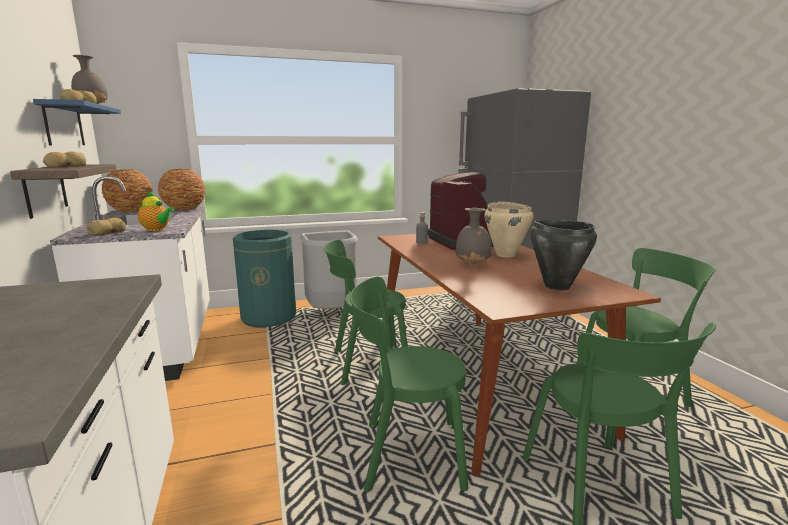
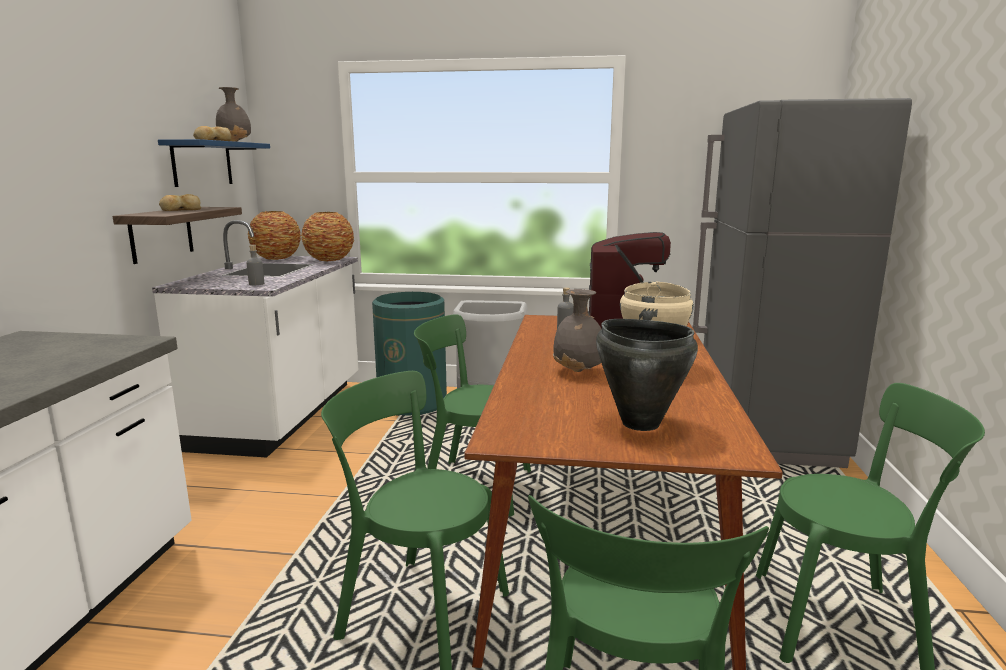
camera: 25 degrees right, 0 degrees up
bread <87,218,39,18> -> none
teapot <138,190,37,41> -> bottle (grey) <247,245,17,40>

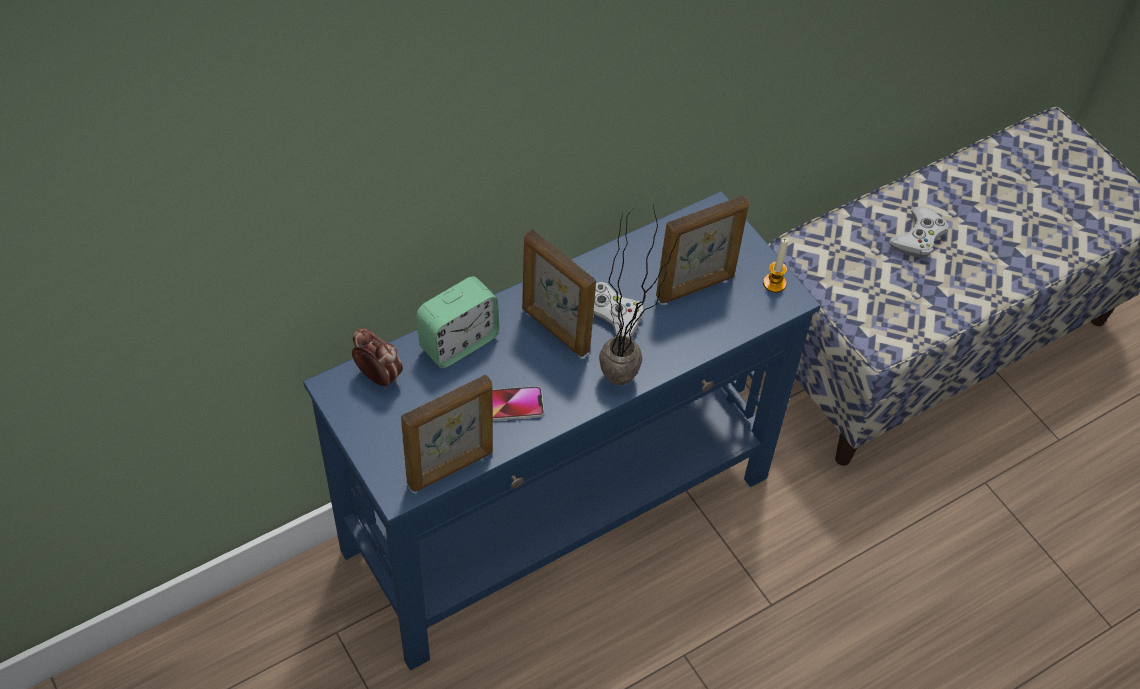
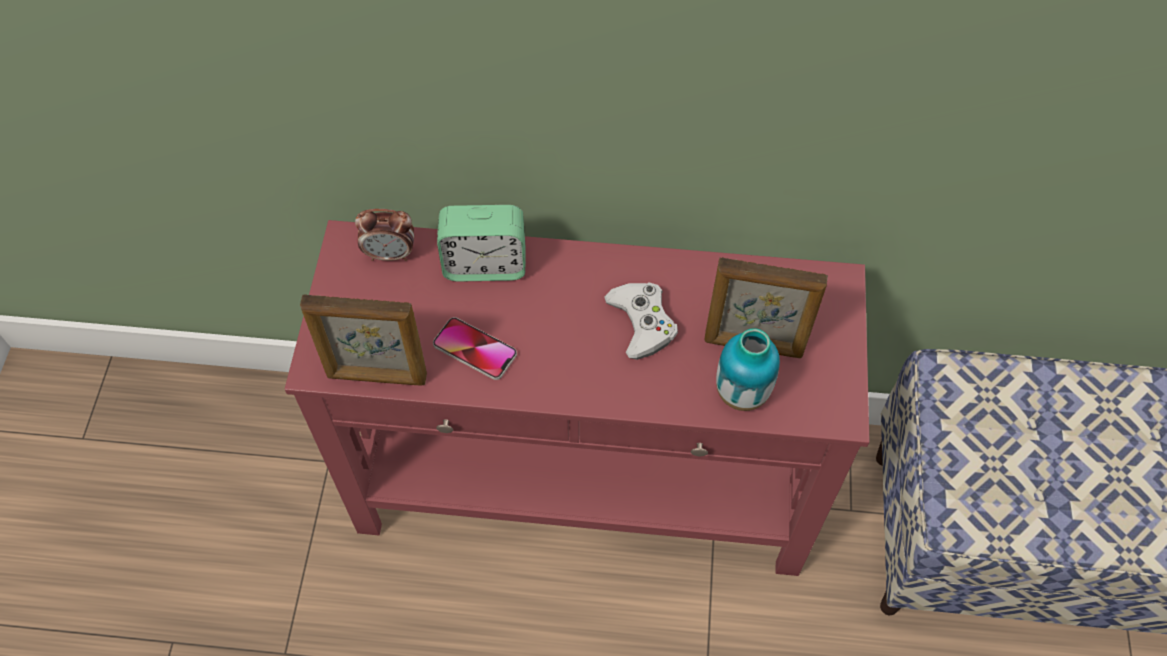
camera: 40 degrees right, 5 degrees up
picture frame <522,229,74,128> -> none
potted plant <599,205,87,180> -> none
candle <763,238,25,55> -> none
game controller (white) <889,206,60,52> -> none
none -> vase <716,328,64,83>
console table (blue) <303,191,518,480> -> console table (red) <285,220,585,356>
alarm clock <352,328,51,61> -> alarm clock <355,209,59,52>, 105 degrees clockwise

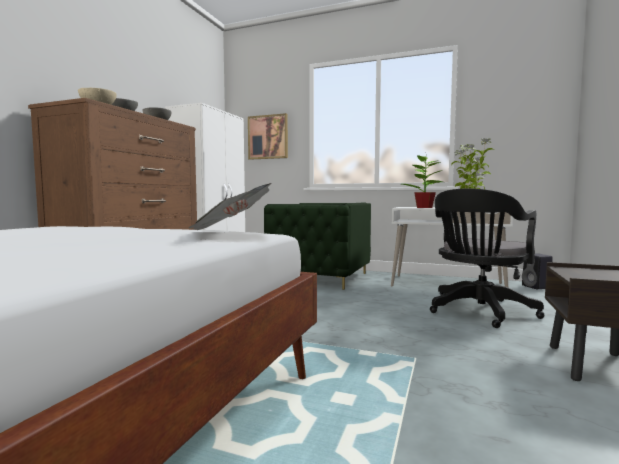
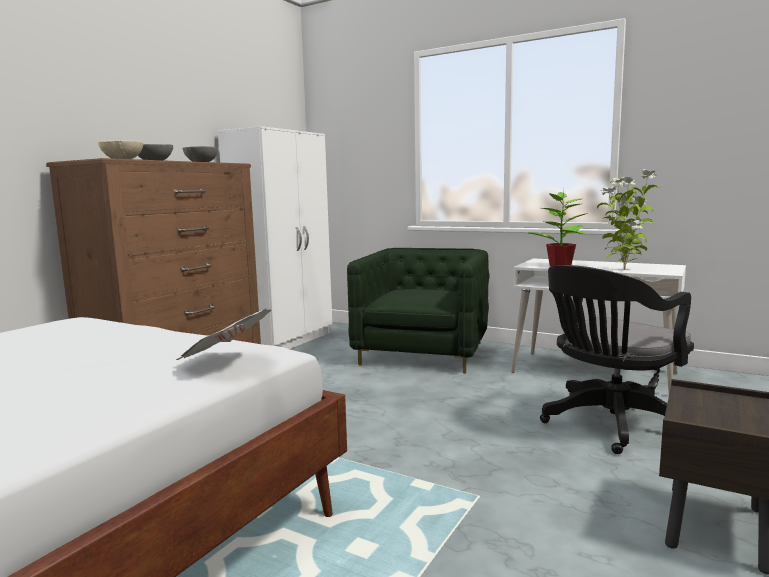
camera: 10 degrees right, 5 degrees up
picture <248,113,40,47> -> none
speaker (black) <522,254,31,35> -> none
armchair (green) <264,202,107,88> -> armchair (green) <347,248,143,125>, 105 degrees counterclockwise

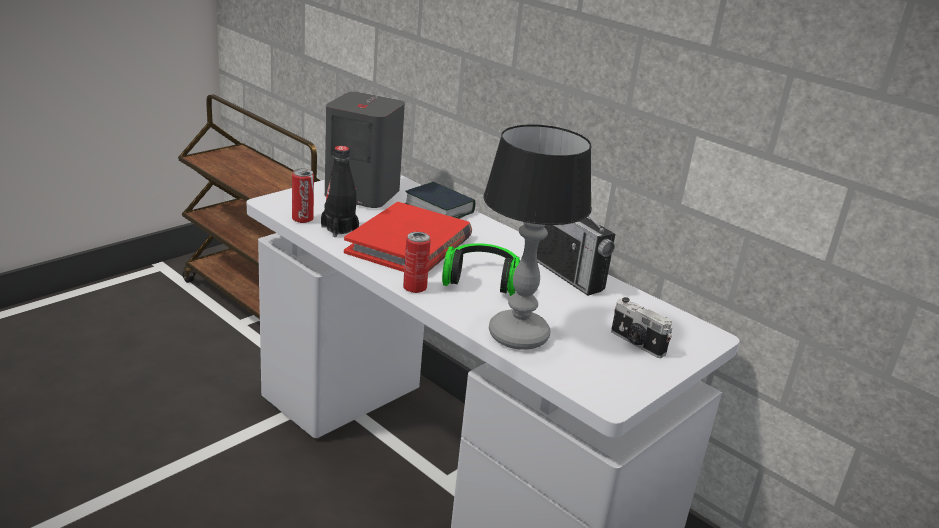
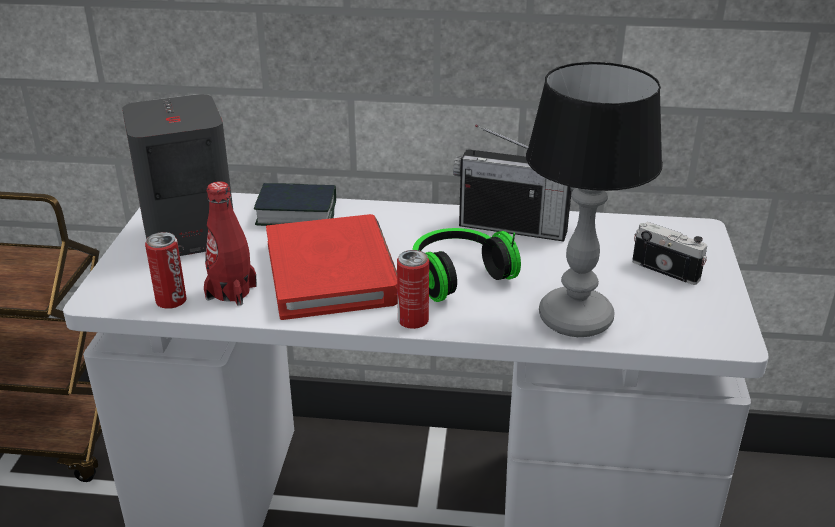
camera: 35 degrees left, 5 degrees up
bottle (black) <321,146,38,91> -> bottle (red) <204,181,53,125>
photo camera <611,297,61,61> -> photo camera <632,222,75,63>, 150 degrees counterclockwise

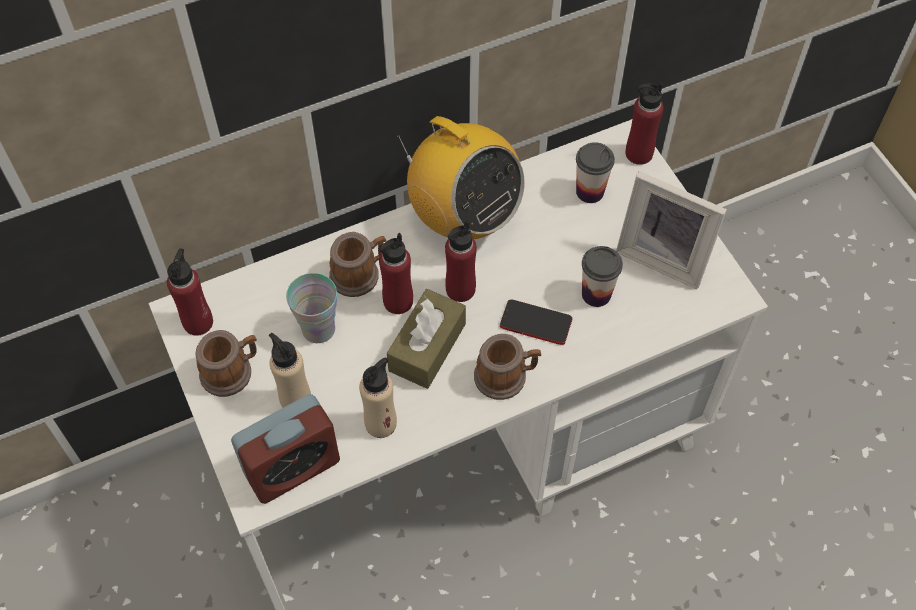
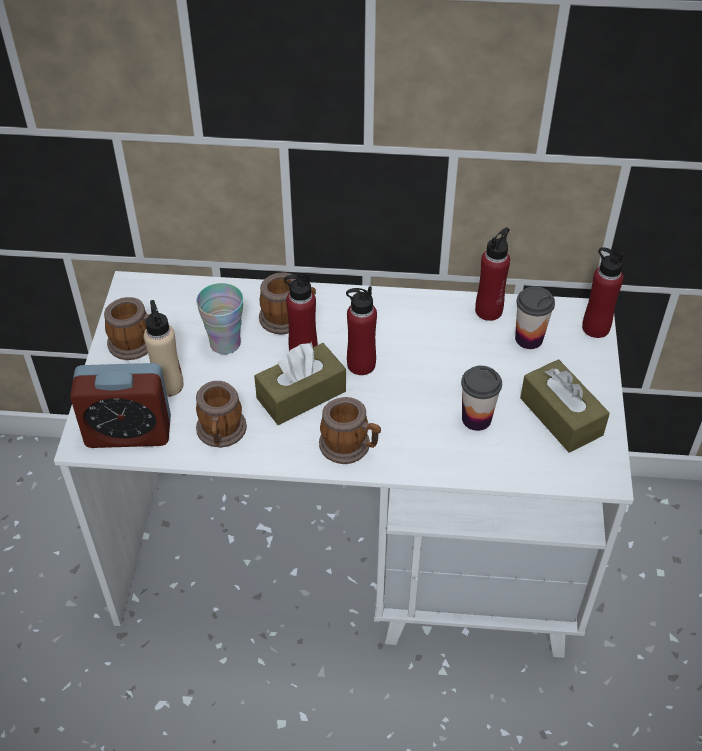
camera: 30 degrees right, 10 degrees down
radio <397,116,128,123> -> none
phone <500,300,73,45> -> none
bottle (red) <167,248,46,88> -> bottle (red) <475,227,35,94>, move
bottle (beige) <359,357,38,81> -> mug <196,381,51,67>
picture frame <616,171,111,118> -> tissue box (brown) <520,359,90,94>

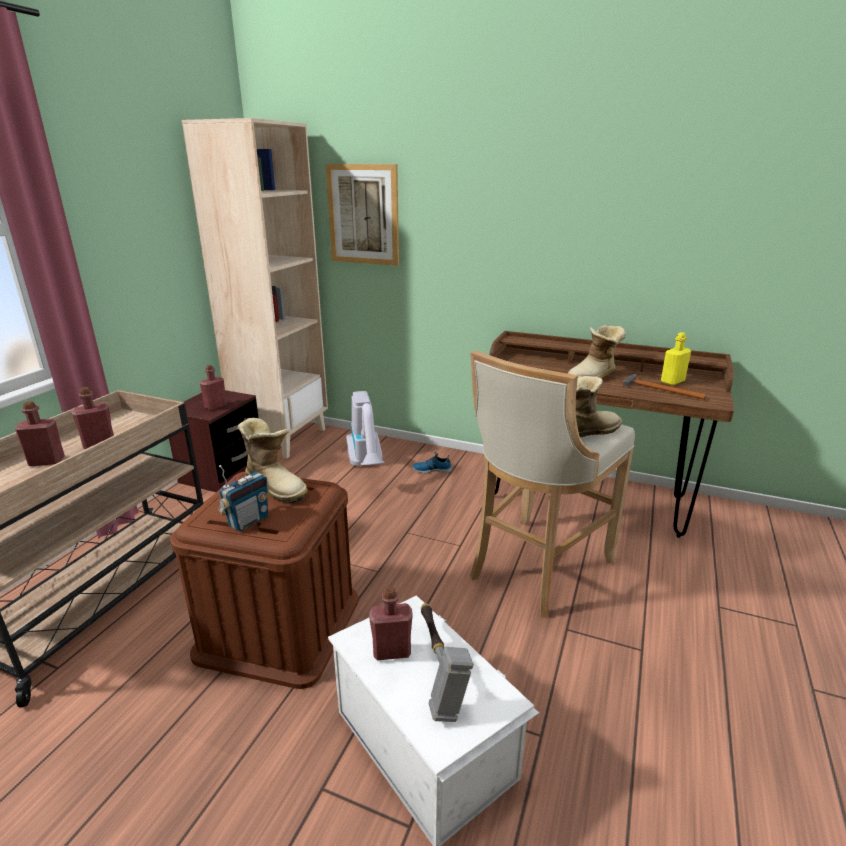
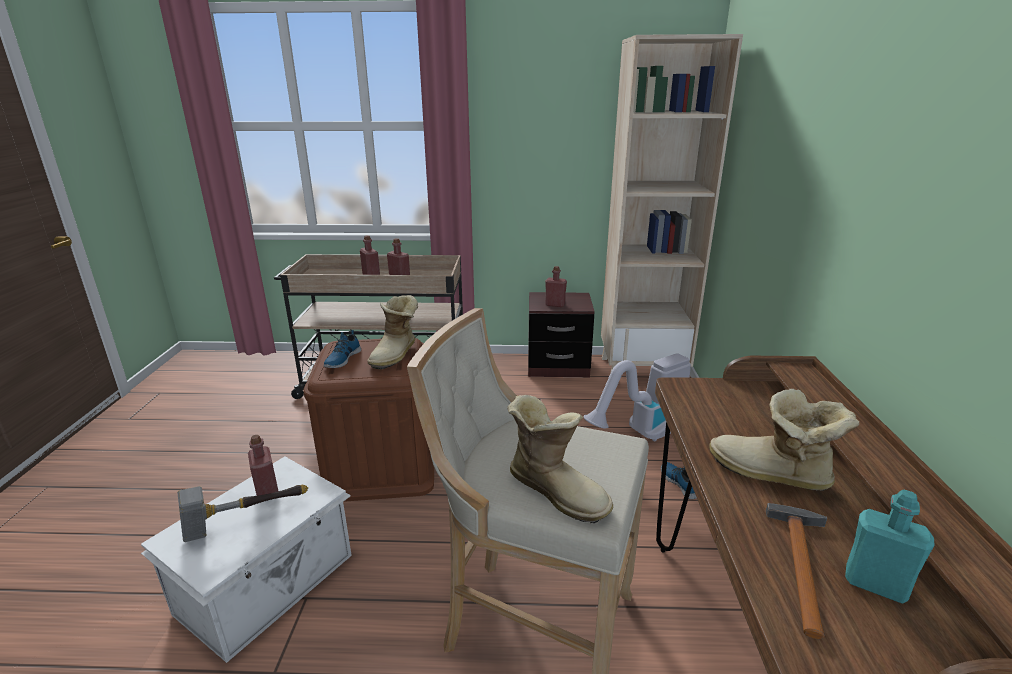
camera: 70 degrees right, 0 degrees up
picture <326,164,73,102> -> none
radio <218,465,50,66> -> shoe <324,330,37,38>
bottle (yellow) <661,332,30,53> -> bottle (turquoise) <845,490,90,114>

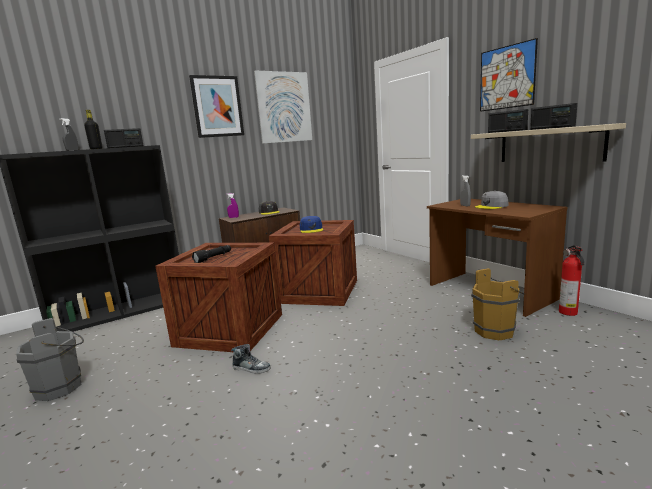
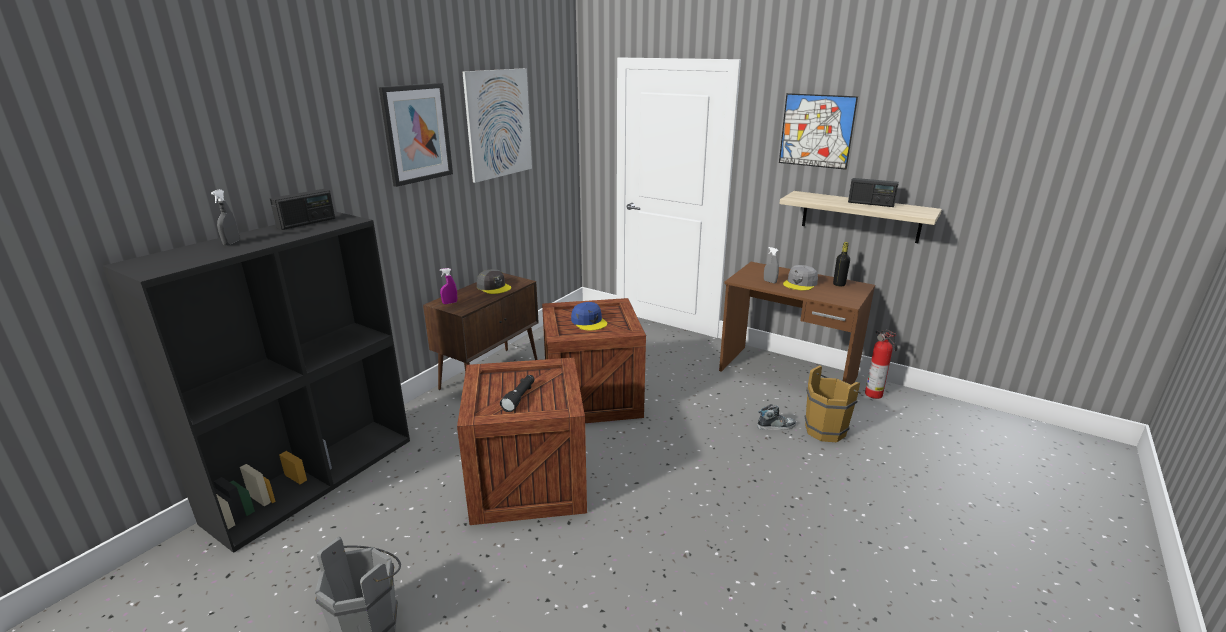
camera: 25 degrees left, 10 degrees up
radio <488,109,40,24> -> none
bottle (black) <84,110,19,39> -> bottle (black) <833,242,17,44>, move
shoe <231,344,40,29> -> shoe <758,404,38,26>, move

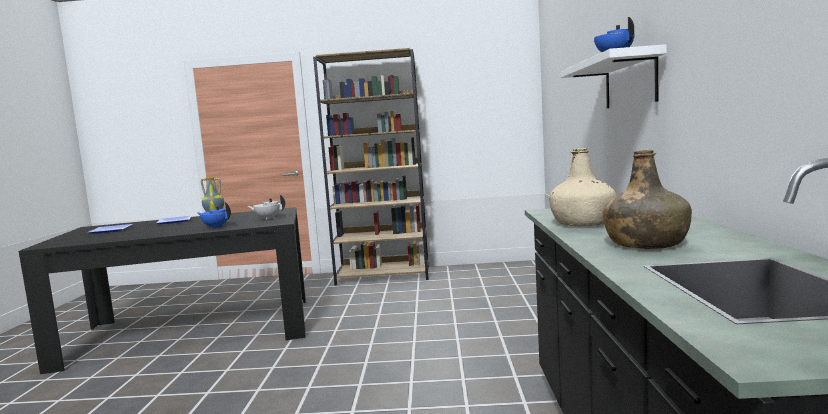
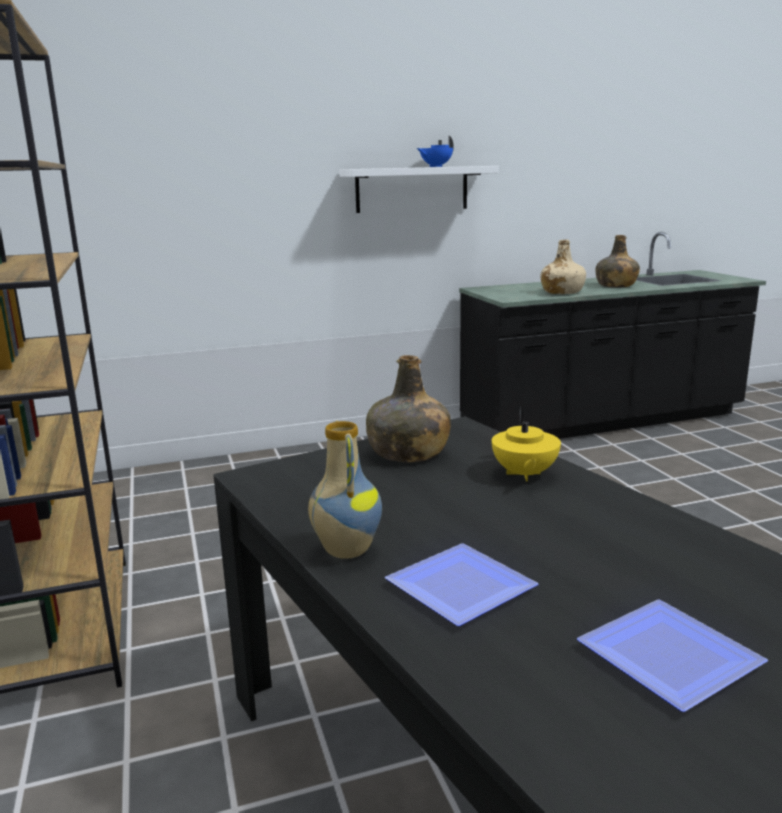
camera: 110 degrees left, 10 degrees up
teapot (white) <247,195,38,25> -> bottle (green) <366,355,85,108>
teapot (blue) <198,202,33,27> -> teapot (yellow) <491,406,70,75>

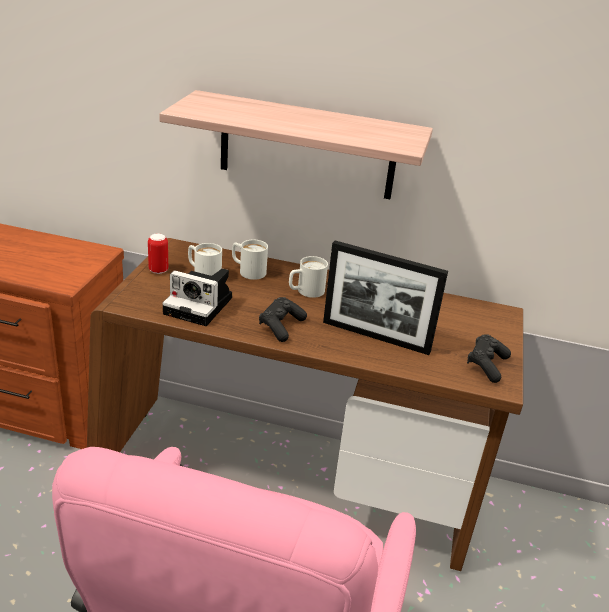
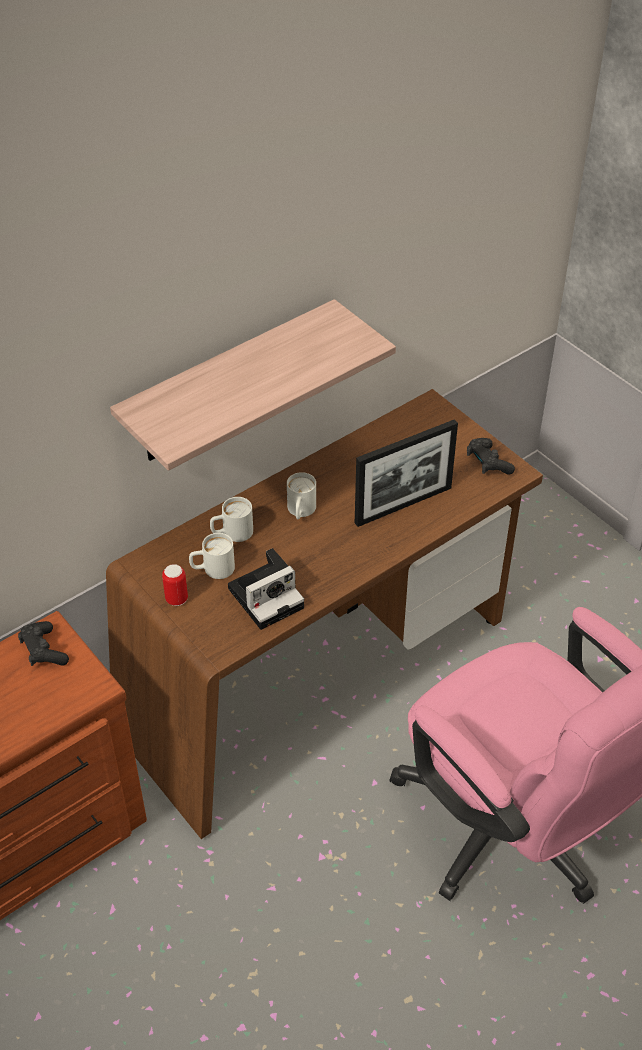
camera: 50 degrees left, 15 degrees up
game controller (black) <259,297,48,45> -> game controller (black) <18,621,51,45>, move

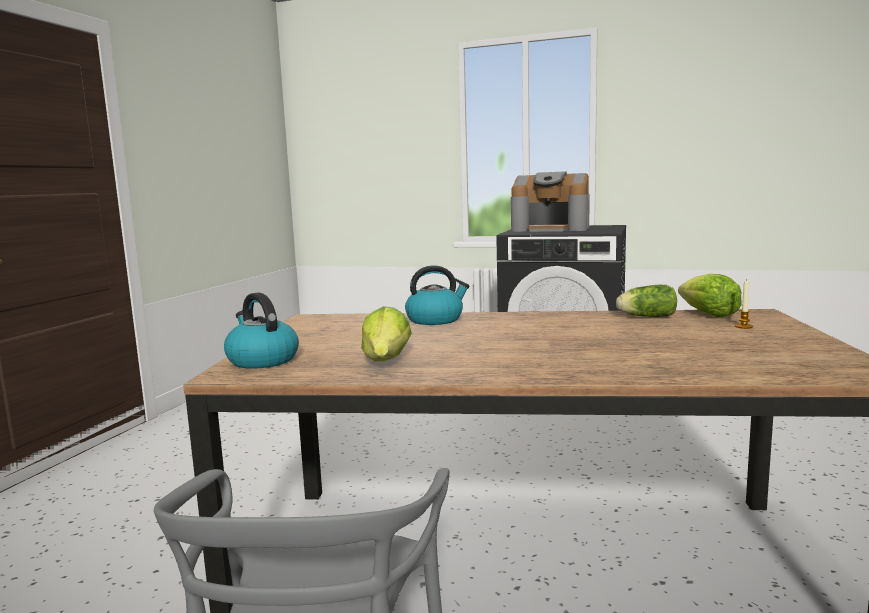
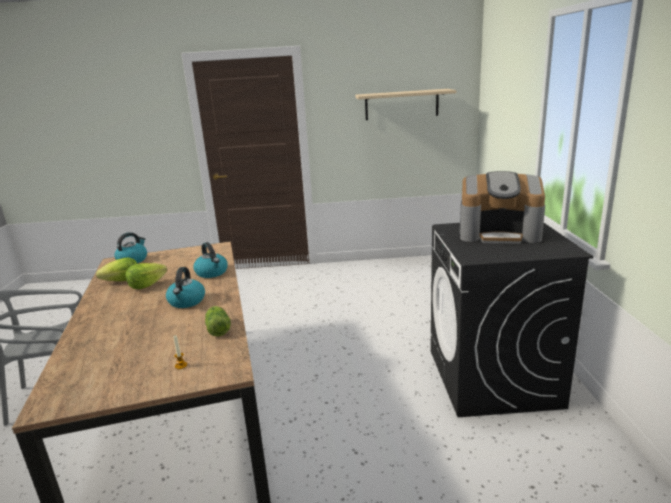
camera: 70 degrees right, 10 degrees up
none -> kettle <166,267,39,41>
none -> shelf (beige) <355,89,101,31>
lettuce <678,274,64,44> -> lettuce <126,263,41,26>, move
coffee machine <511,171,79,61> -> coffee machine <460,171,85,73>, 75 degrees counterclockwise

